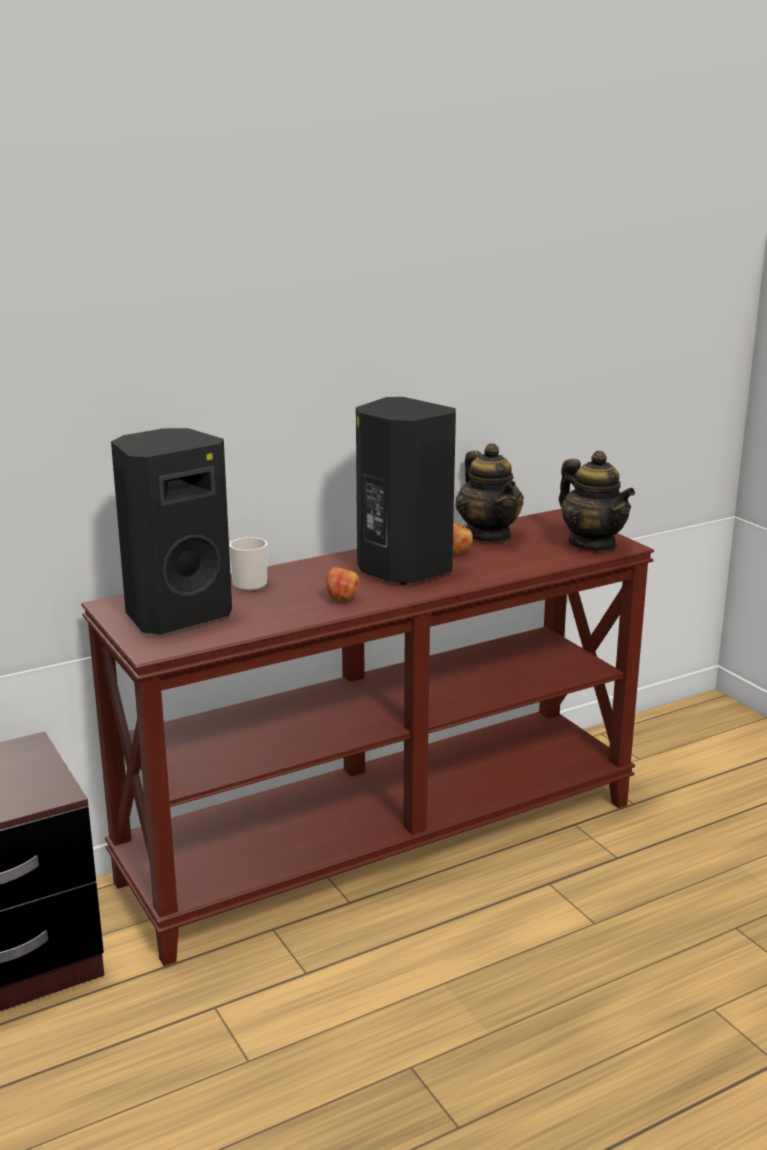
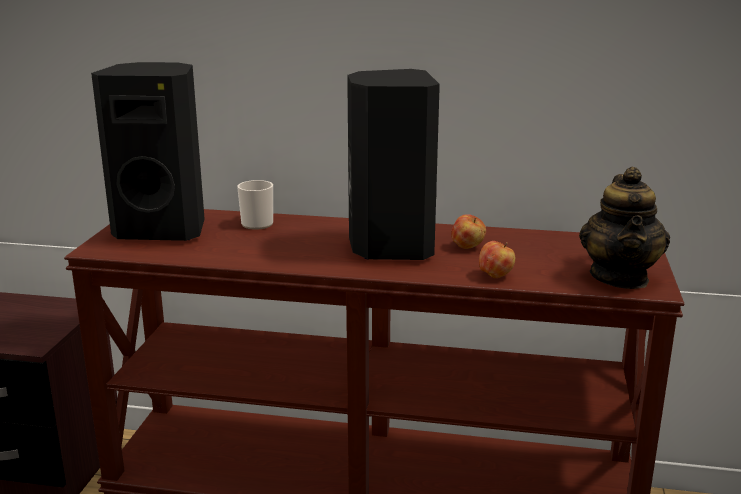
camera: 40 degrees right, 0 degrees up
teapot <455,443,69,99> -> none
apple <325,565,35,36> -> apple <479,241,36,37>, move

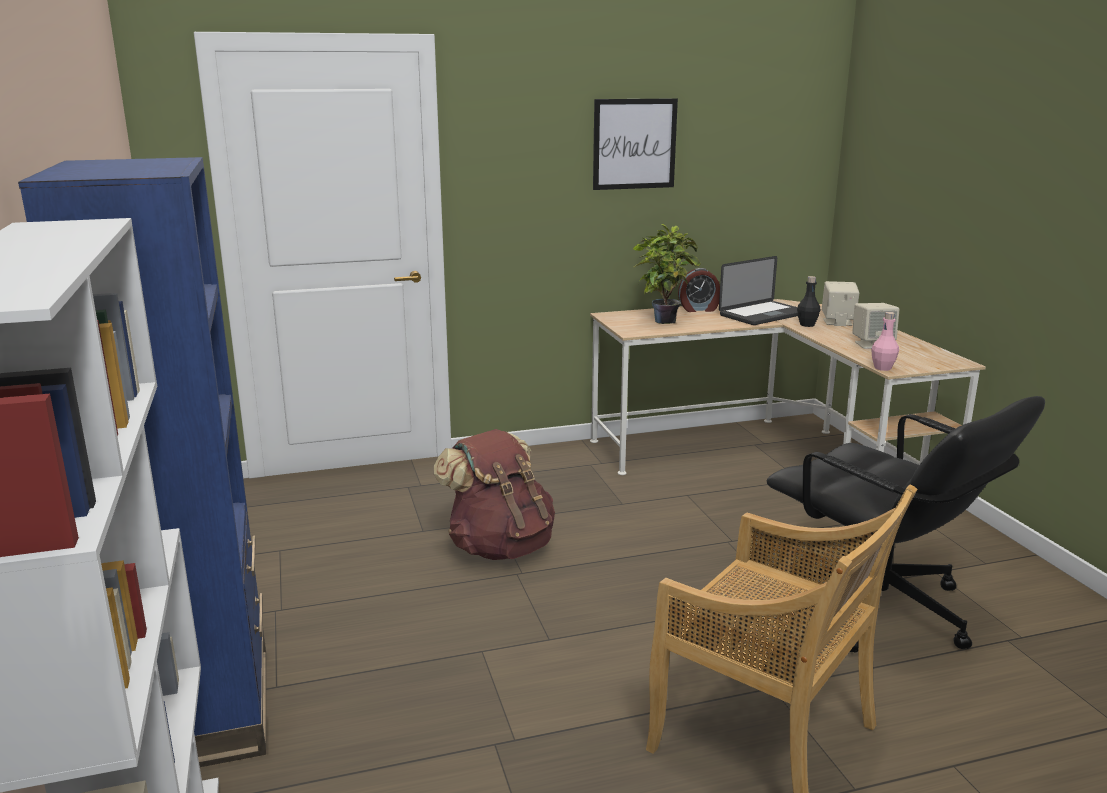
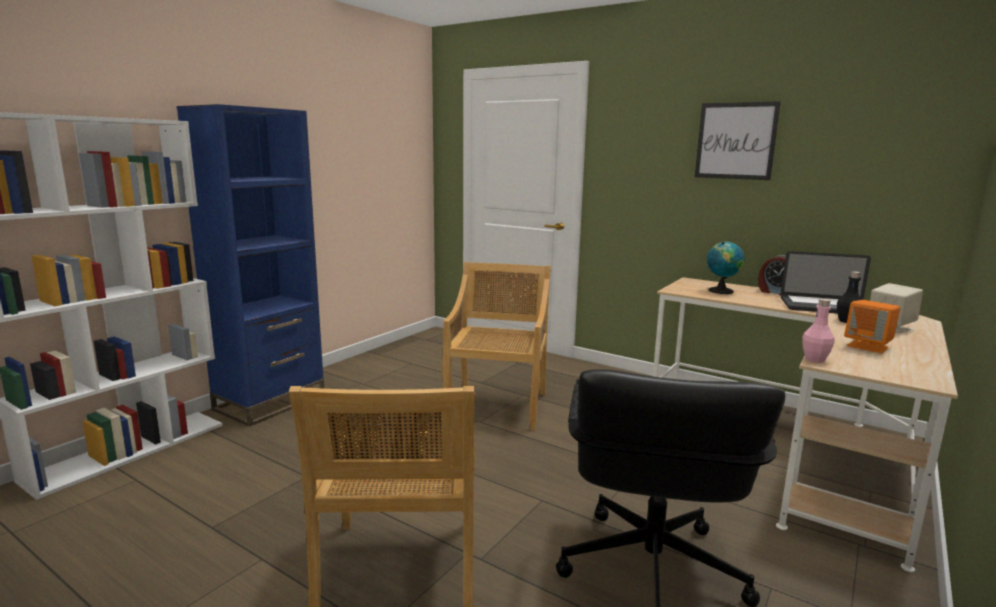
camera: 50 degrees right, 5 degrees down
backpack (brown) <434,429,121,131> -> chair (beige) <442,262,109,168>
potted plant <633,224,68,100> -> globe <707,242,38,52>
speaker (beige) <852,303,48,46> -> speaker (orange) <844,300,56,54>

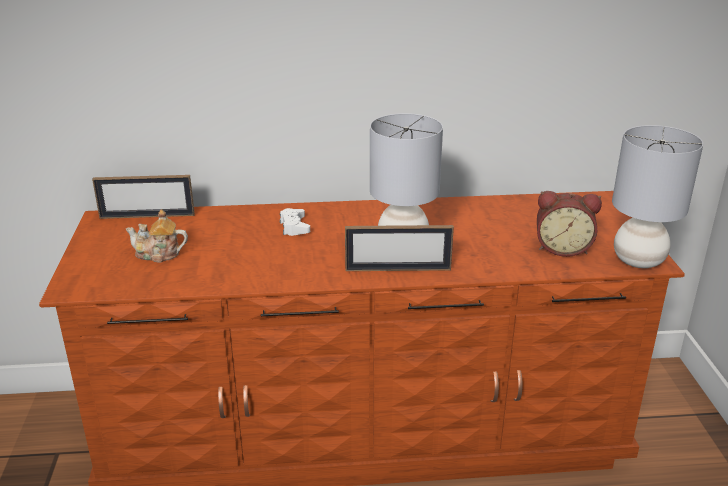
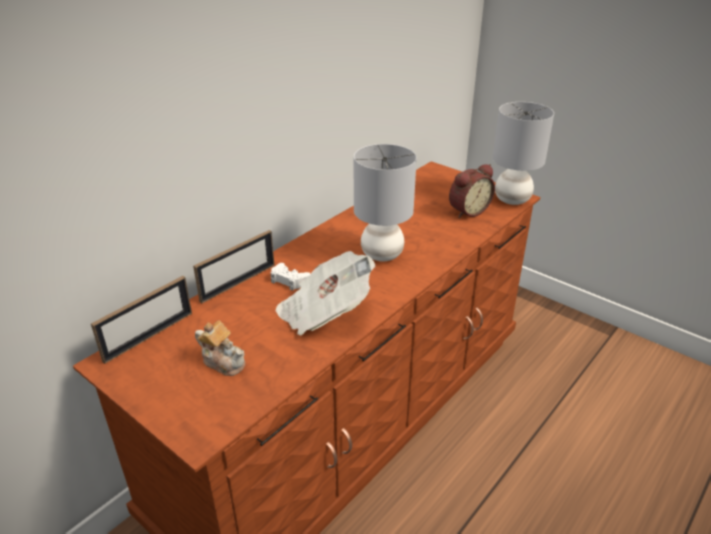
camera: 45 degrees left, 5 degrees up
none -> newspaper <276,251,99,84>
picture frame <345,225,109,46> -> picture frame <193,230,82,73>, move
teapot <126,209,62,53> -> teapot <195,321,50,55>, 105 degrees counterclockwise

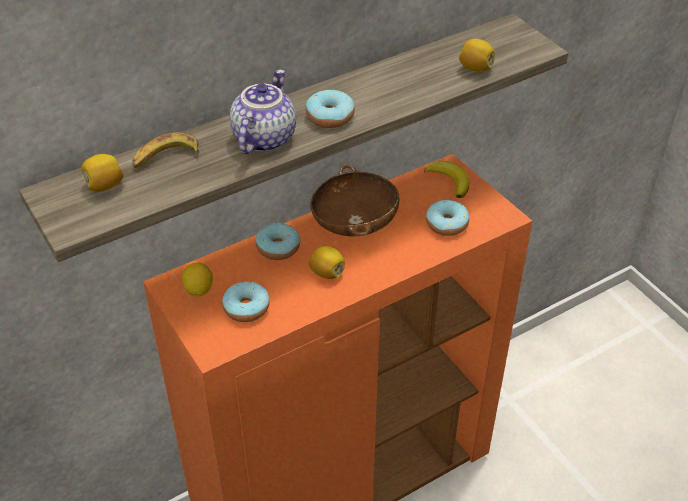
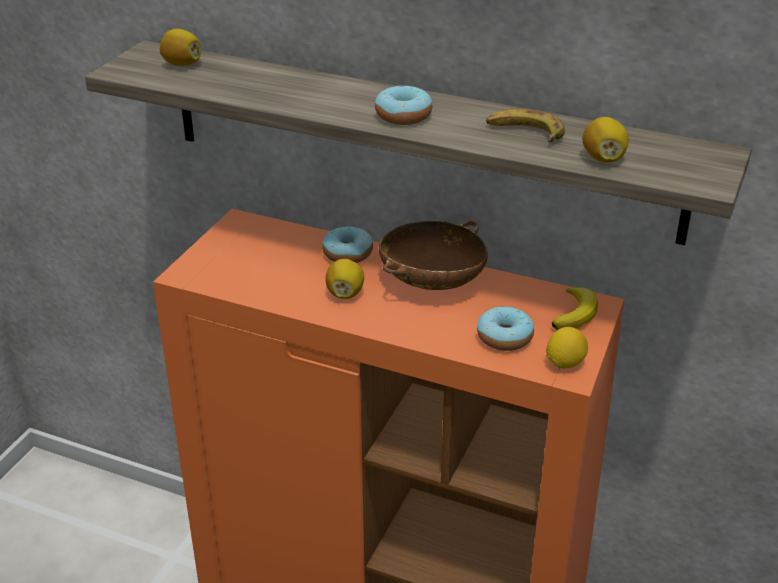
camera: 55 degrees right, 10 degrees down
donut <222,281,48,41> -> none
teapot <230,69,66,85> -> none
banana <132,132,67,36> -> banana <486,109,79,33>, move
lemon <182,263,31,33> -> lemon <546,327,42,42>, move

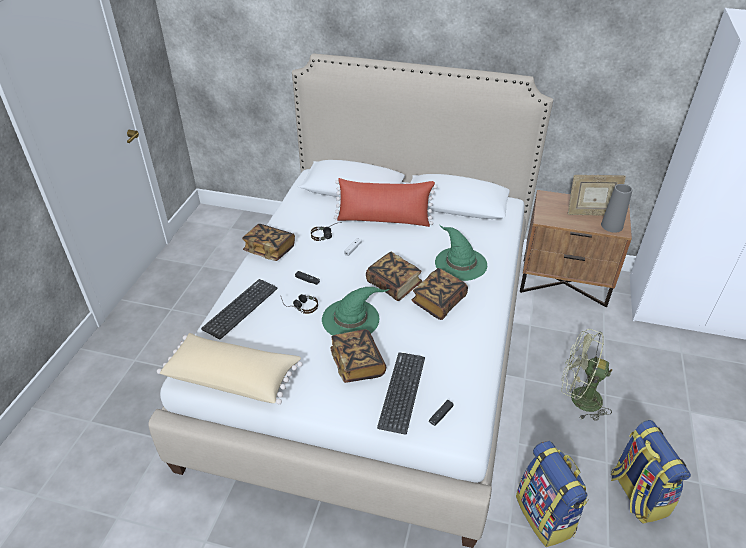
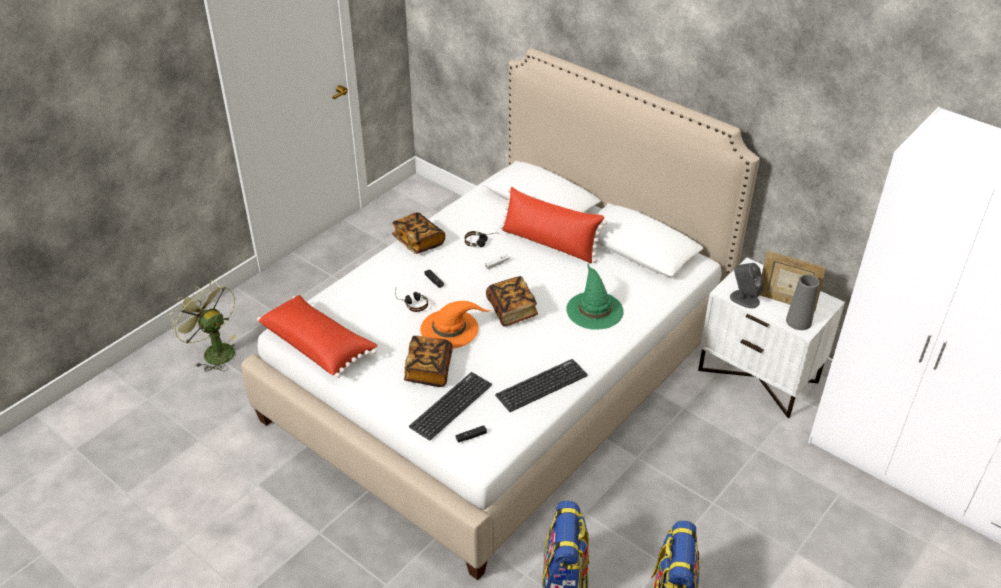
camera: 25 degrees right, 0 degrees up
book <411,268,57,52> -> none
none -> speaker (grey) <730,263,34,45>
keyboard <201,279,77,60> -> keyboard <495,359,93,53>, move
fan (green) <561,329,51,92> -> fan (green) <169,280,67,92>, move
pillow (beige) <157,333,146,71> -> pillow (red) <257,295,121,83>
hat (green) <322,287,68,49> -> hat (orange) <420,301,72,48>
nightstand (brown) <520,190,112,117> -> nightstand (white) <698,258,147,160>

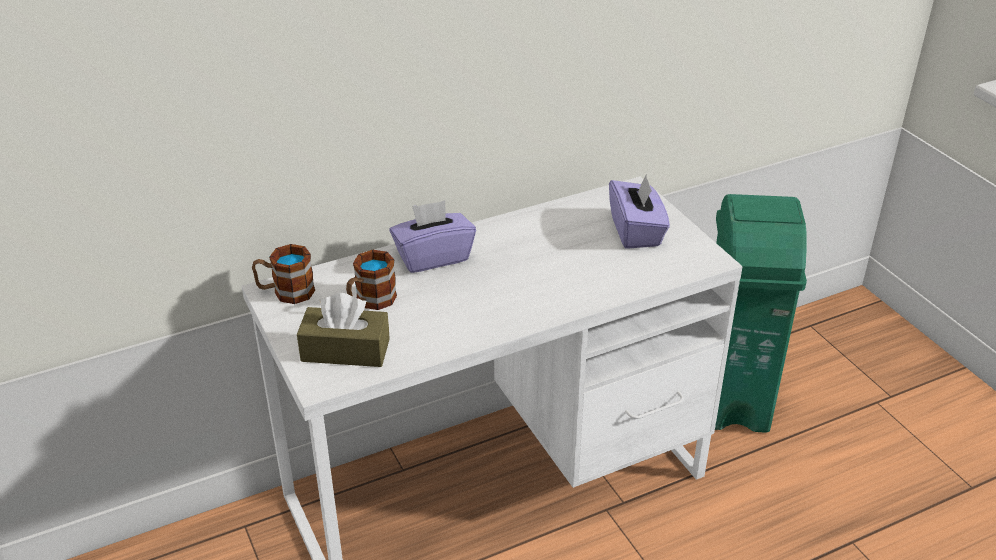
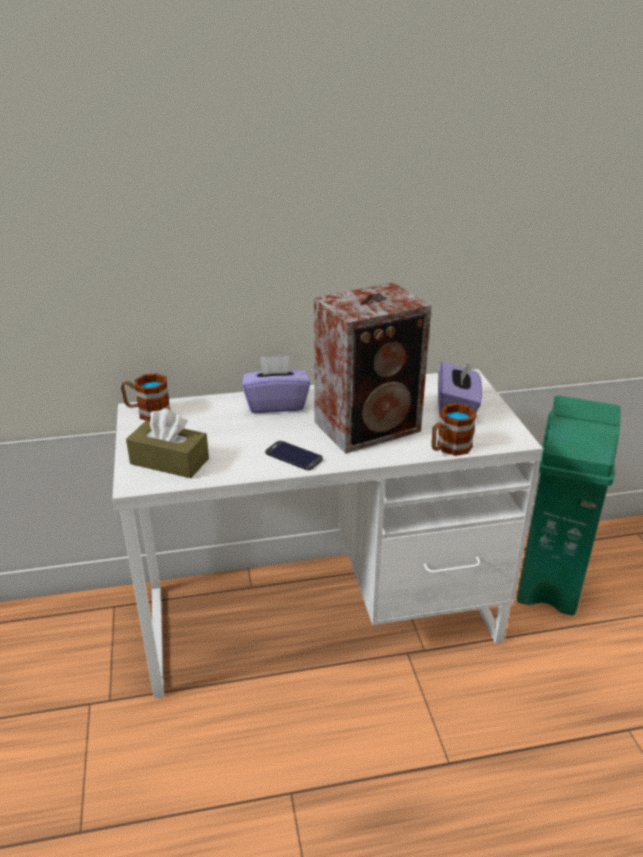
camera: 15 degrees right, 5 degrees down
none -> phone <265,441,58,30>
none -> speaker <314,282,117,172>
mug <346,250,51,60> -> mug <431,403,46,53>, move

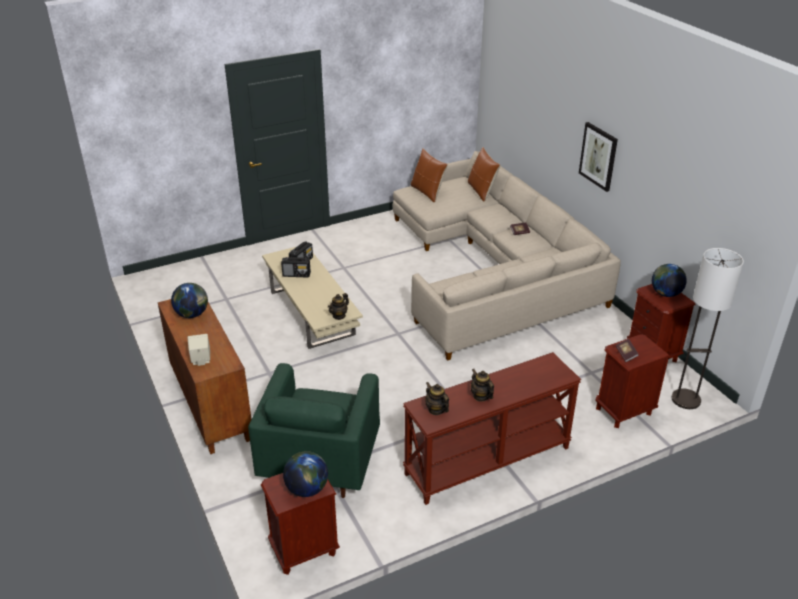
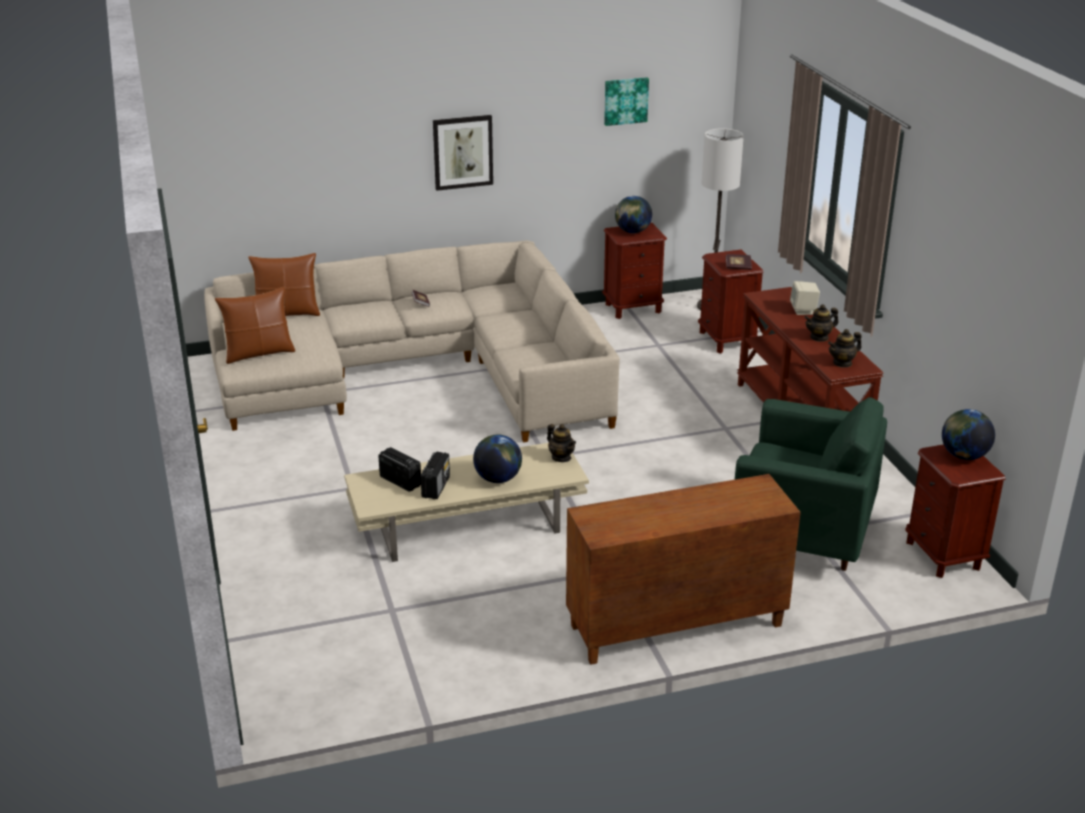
camera: 80 degrees left, 5 degrees down
none -> picture <604,77,45,49>
globe <171,283,37,35> -> globe <473,434,49,49>, move
speaker (beige) <188,334,22,32> -> speaker (beige) <790,281,30,34>, move

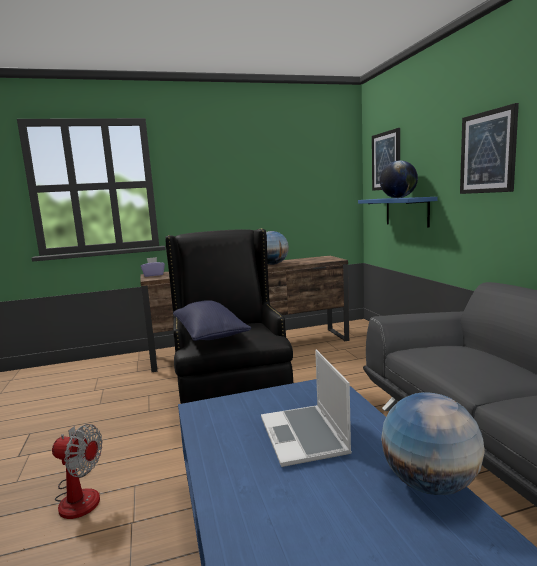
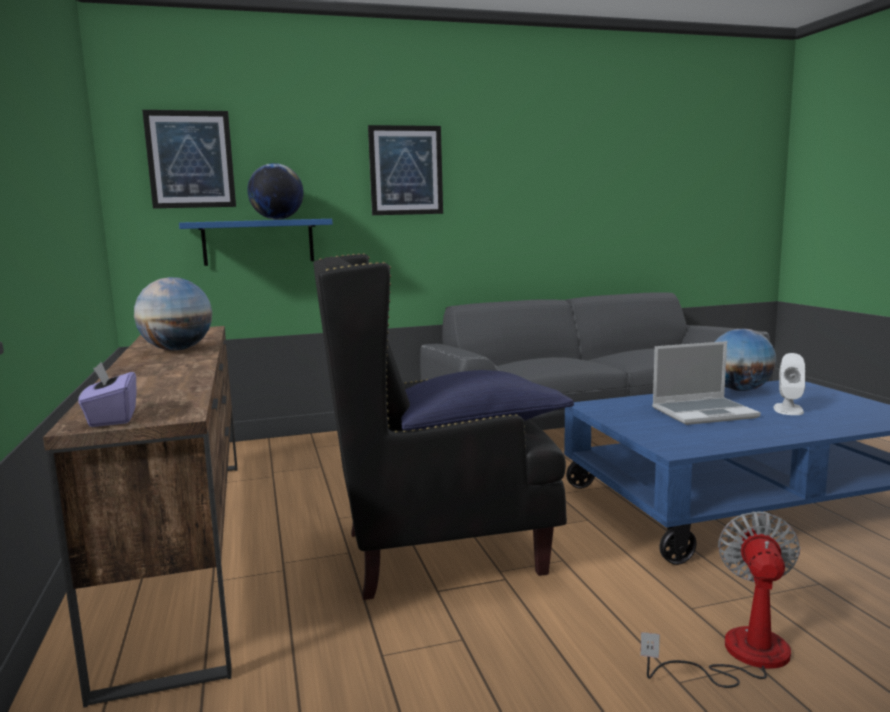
camera: 90 degrees left, 0 degrees up
none -> speaker (white) <773,353,32,62>

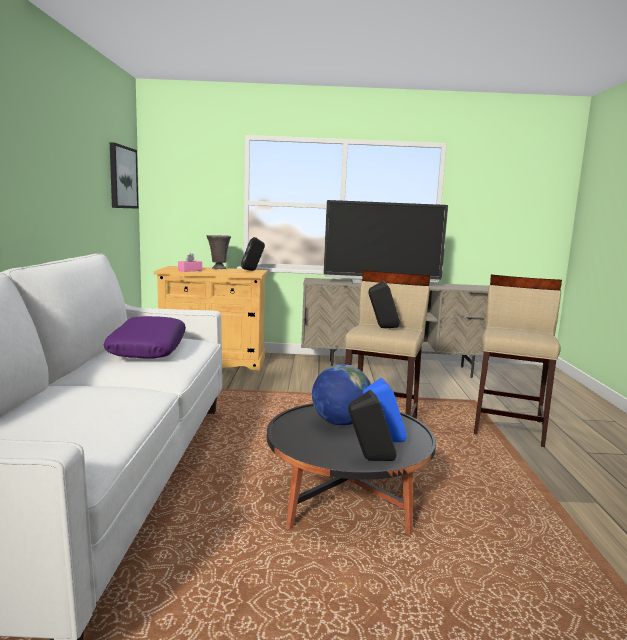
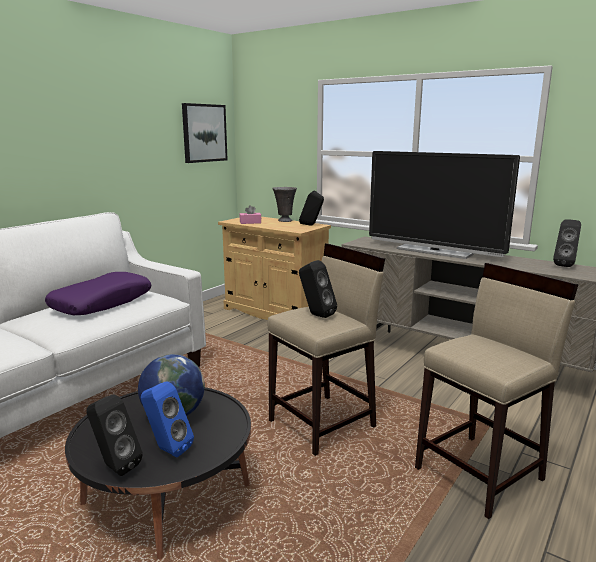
camera: 35 degrees right, 5 degrees up
none -> speaker (black) <553,220,28,47>

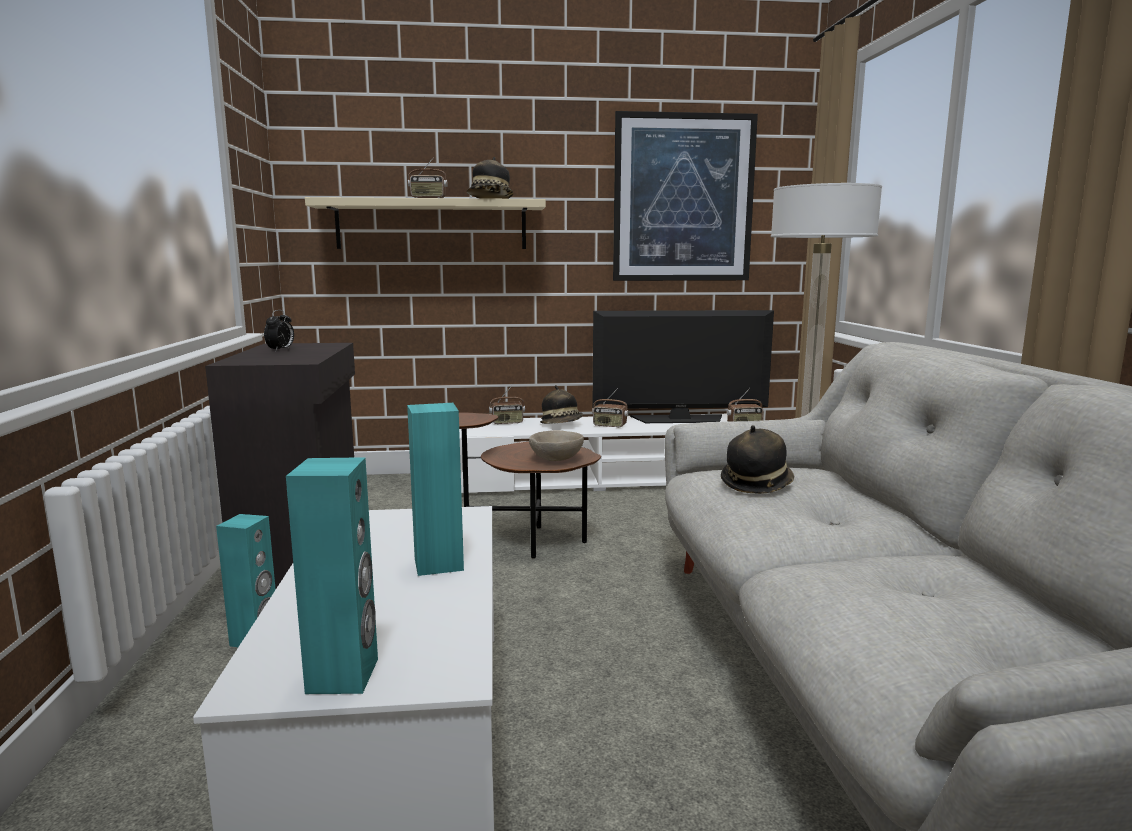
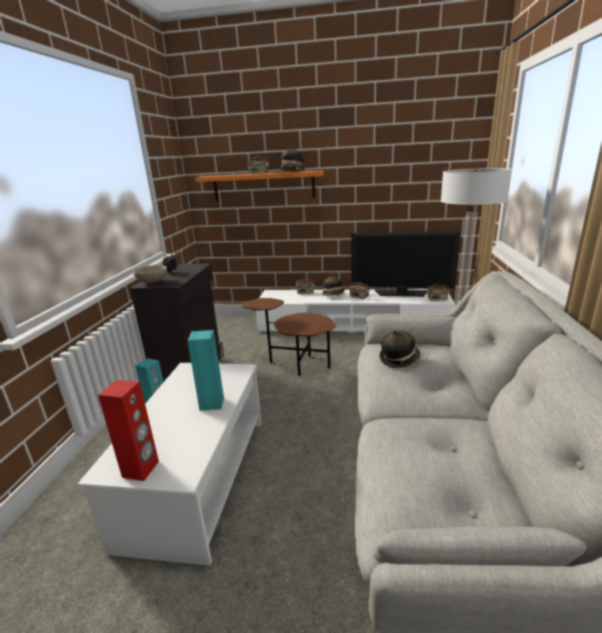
camera: 15 degrees right, 10 degrees up
picture <613,111,145,170> -> none
bowl (beige) <529,430,55,31> -> bowl (beige) <134,265,33,18>, move
speaker (turquoise) <286,457,92,237> -> speaker (red) <98,380,61,101>
shelf (beige) <305,197,241,52> -> shelf (orange) <195,170,129,31>

